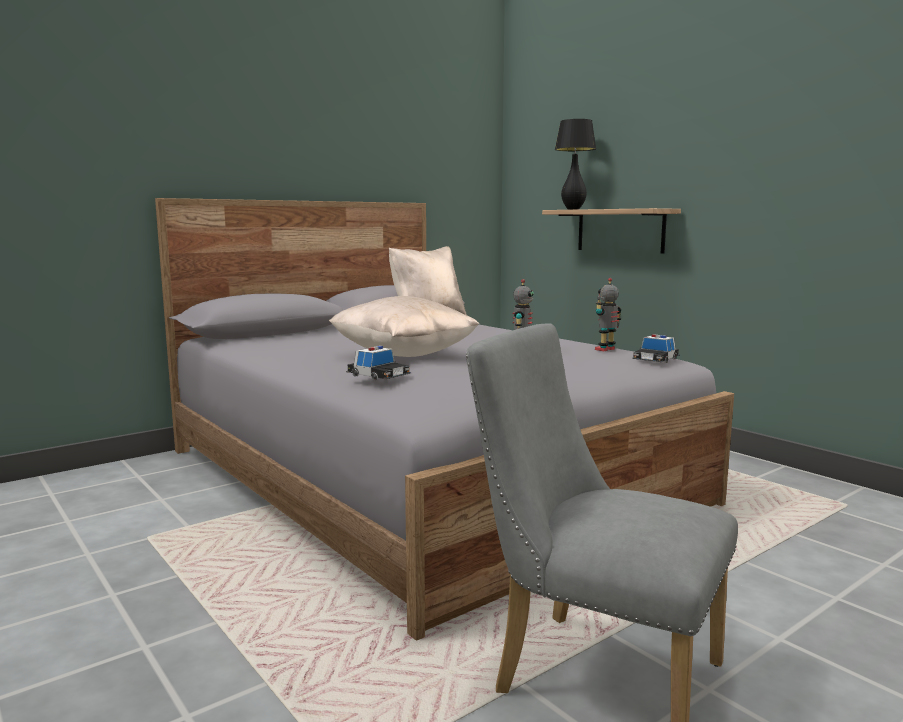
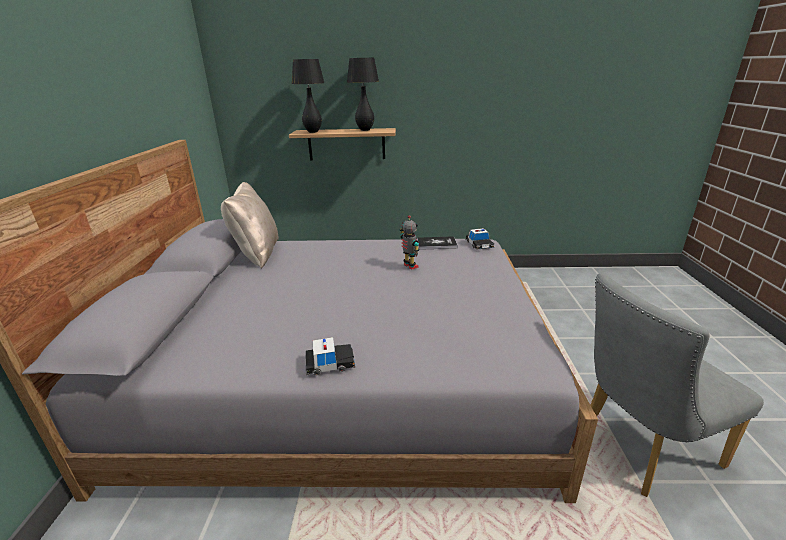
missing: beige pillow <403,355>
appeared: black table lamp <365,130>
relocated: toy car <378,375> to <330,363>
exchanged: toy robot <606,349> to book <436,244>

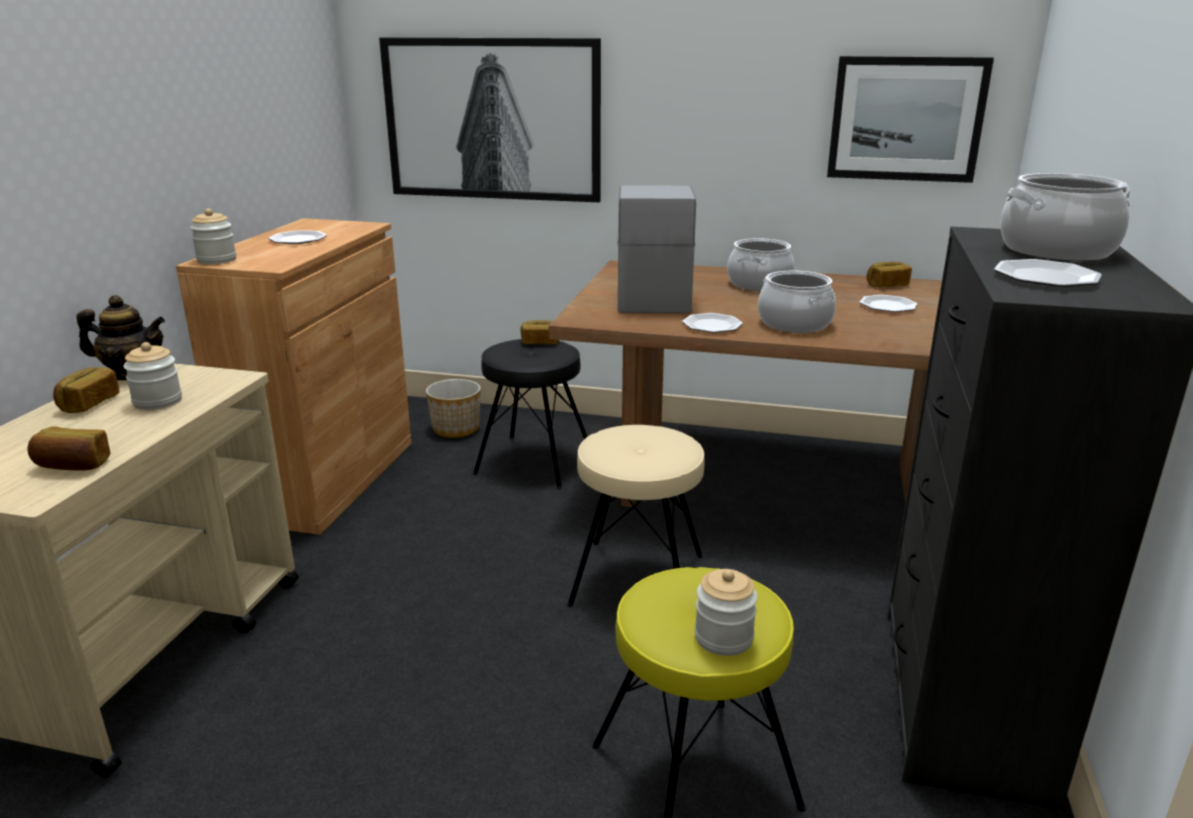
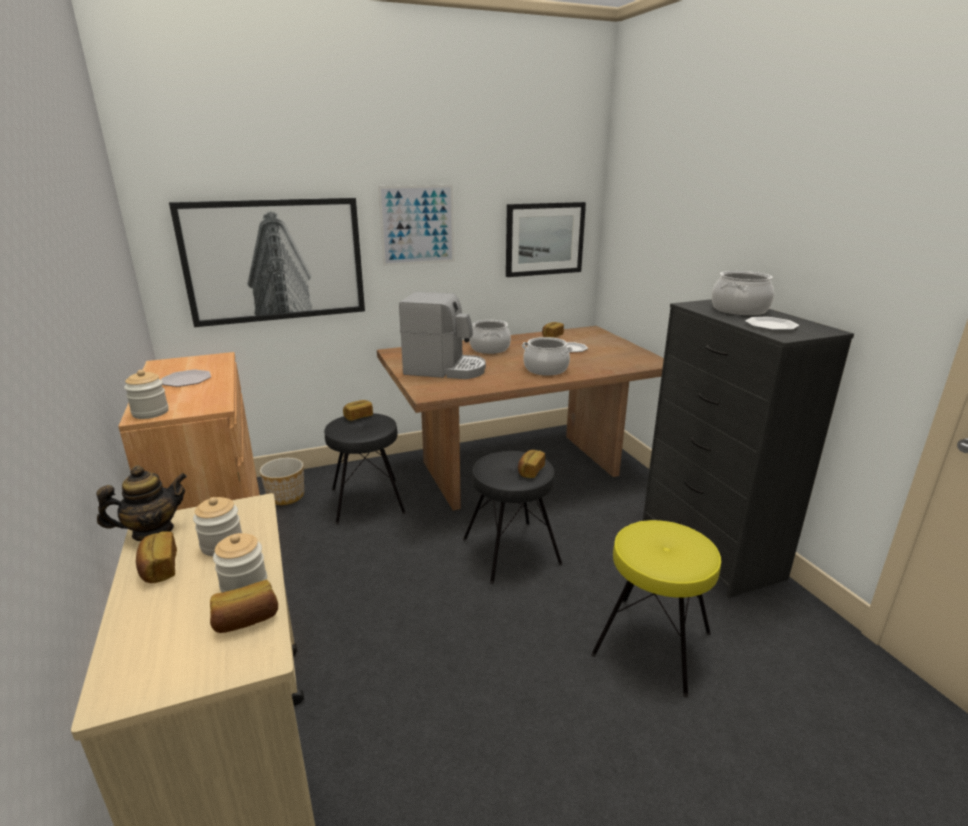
missing: plate <711,325>
appeared: picture <417,225>; bread <530,471>
relocated: jar <723,638> to <244,585>
colour: beige stool <636,580> to black stool <511,552>
spun: coffee machine <652,296> = <445,369> 135 degrees clockwise

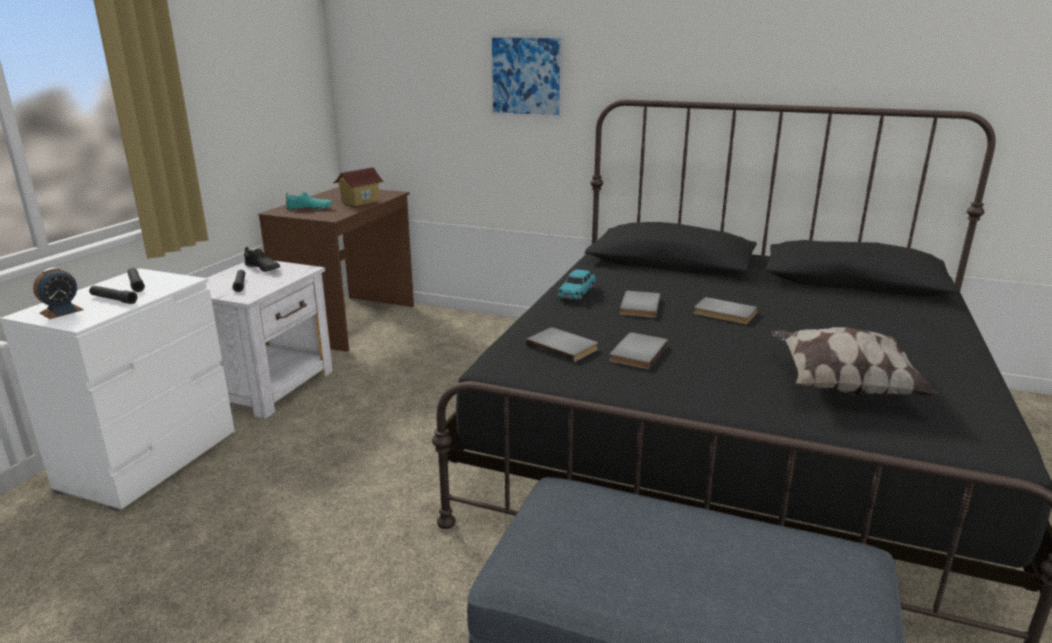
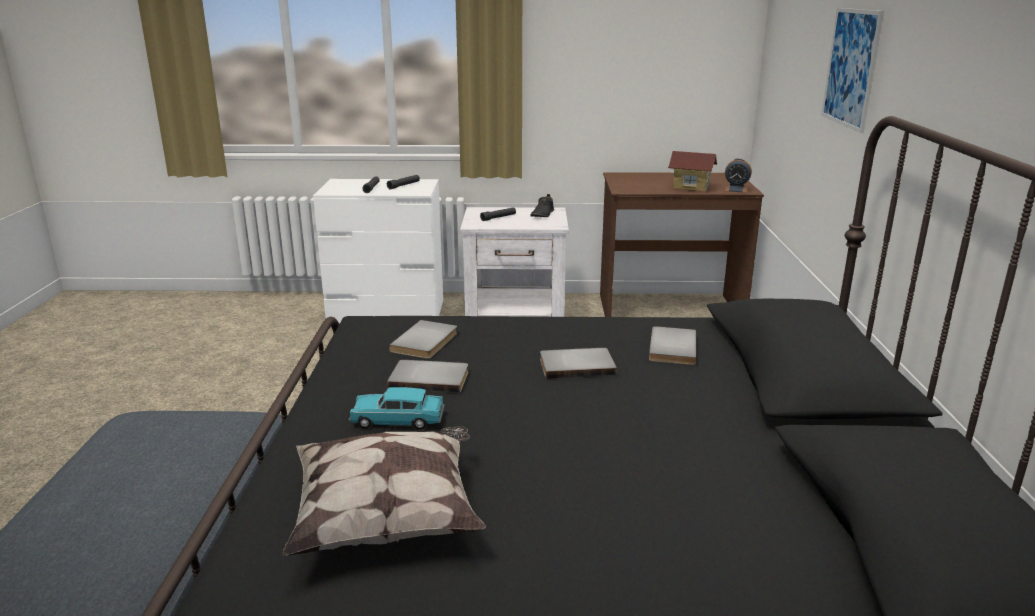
missing: turquoise shoe <310,208>
relocated: turquoise toy car <577,293> to <397,421>; grey book <724,314> to <670,348>; alarm clock <61,311> to <736,189>

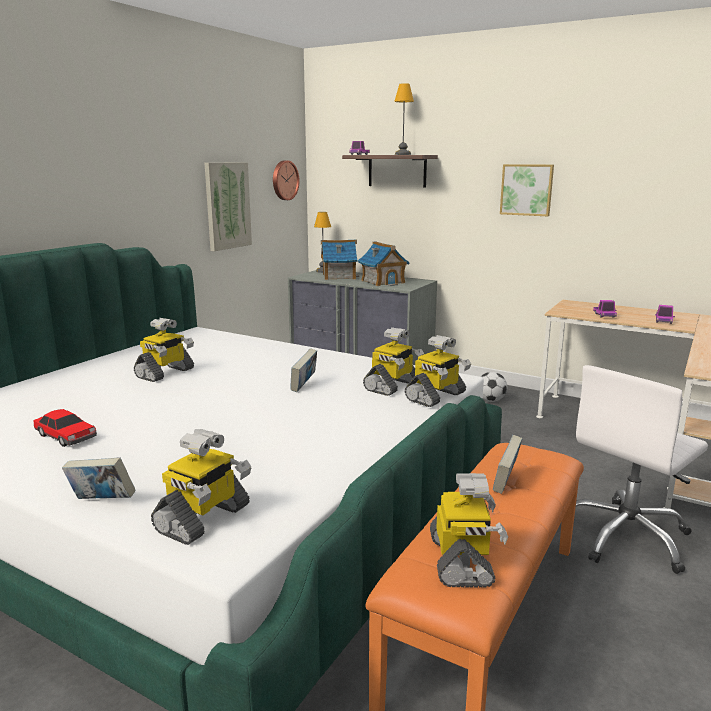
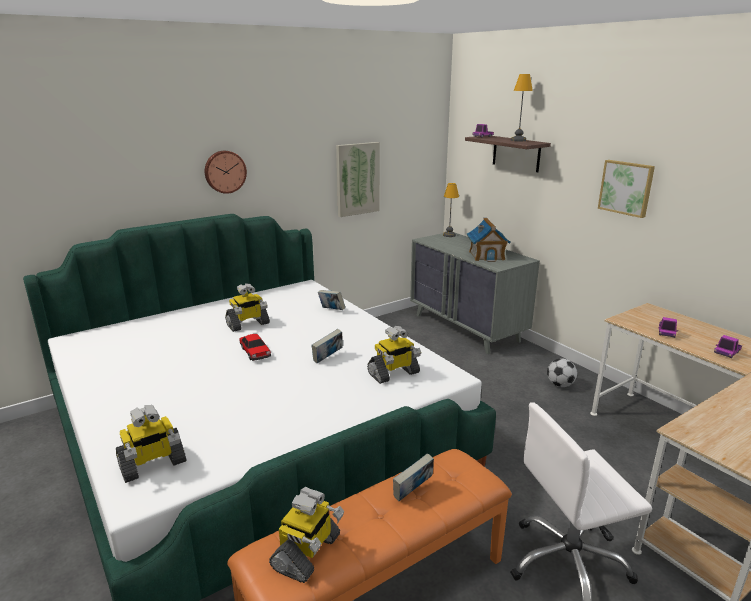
missing: toy house <338,276>; toy robot <436,397>
relocated: wall clock <284,180> to <225,171>; toy car <66,436> to <255,352>; book <102,502> to <331,310>

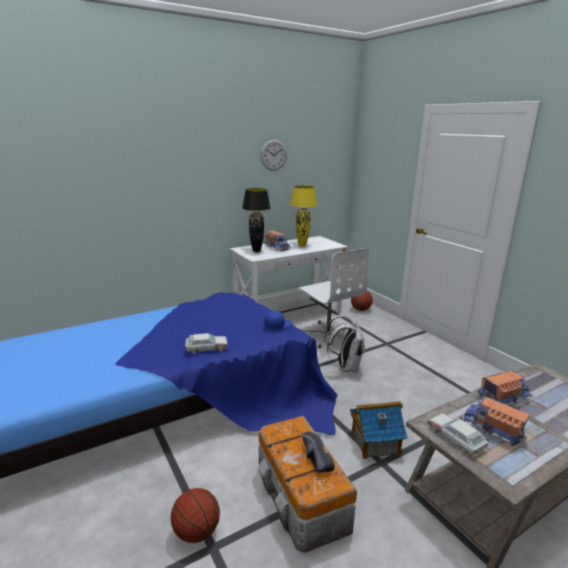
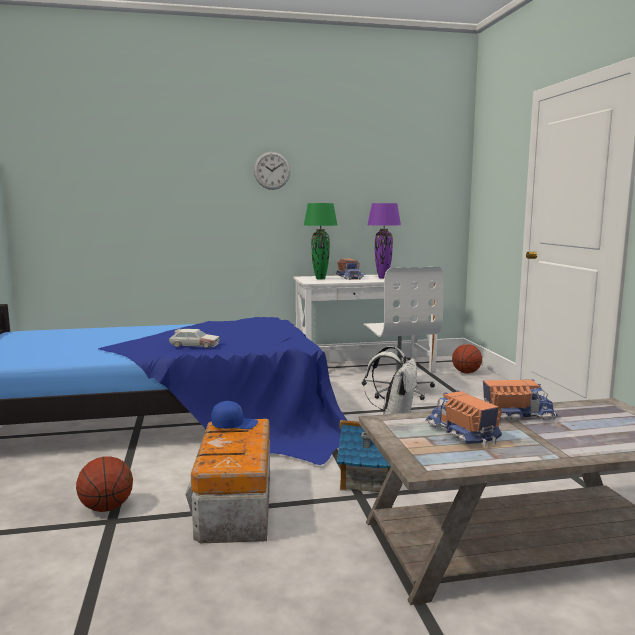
missing: black shoe <313,460>; toy car <456,438>
relocated: blue cap <277,325> to <234,425>; wall clock <273,155> to <272,170>
colour: black table lamp <256,251> to green table lamp <320,279>; yellow table lamp <302,245> to purple table lamp <382,278>

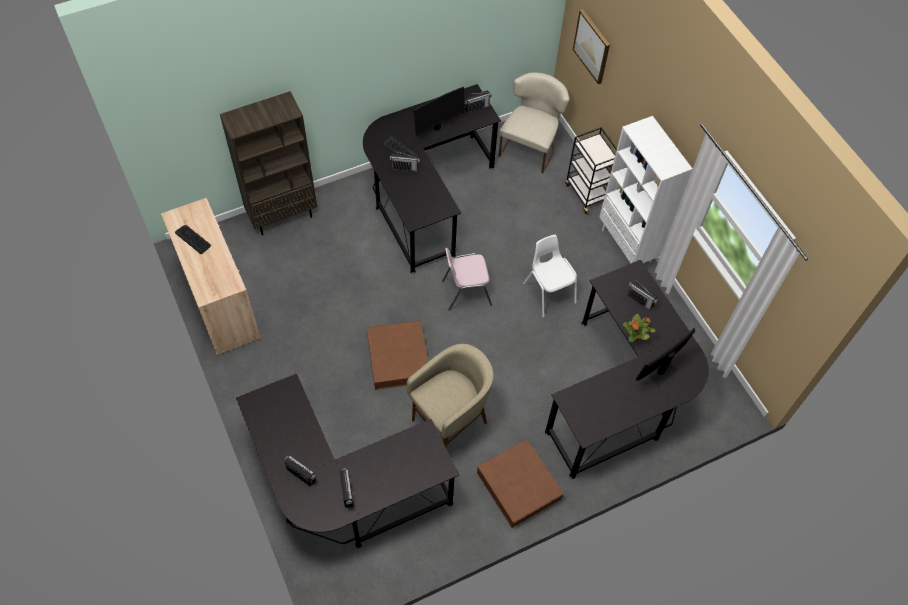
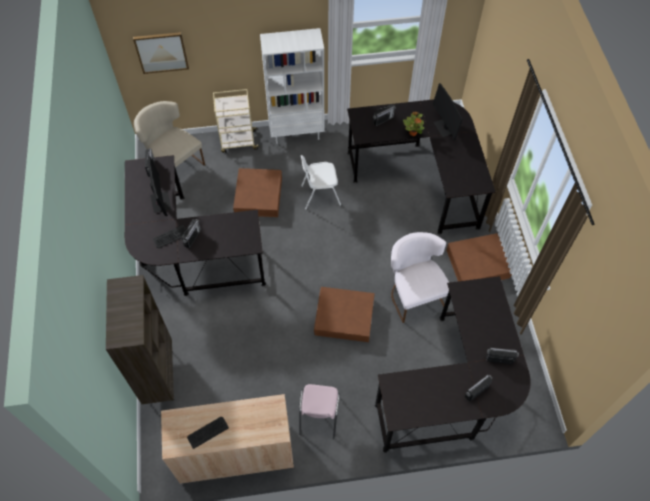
appeared: brown storage box <258,196>
relocated: pink chair <466,292> to <319,416>
exchanged: beige stool <451,423> to white chair <414,294>
colour: black cart <587,193> to beige cart <238,142>

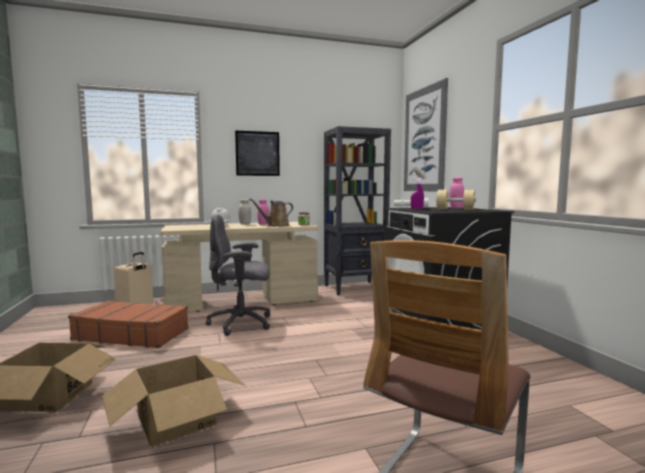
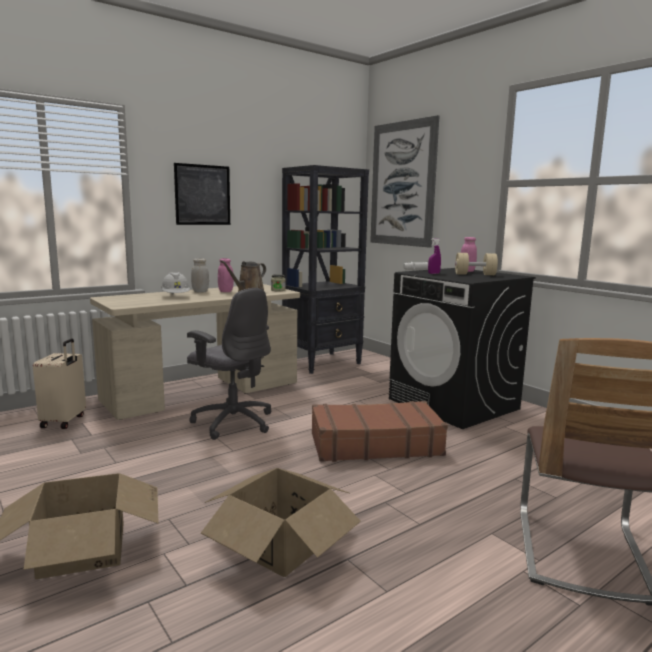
relocated: brown suitcase <132,334> to <375,444>
spun: grey office chair <242,324> = <233,422> 120 degrees counterclockwise

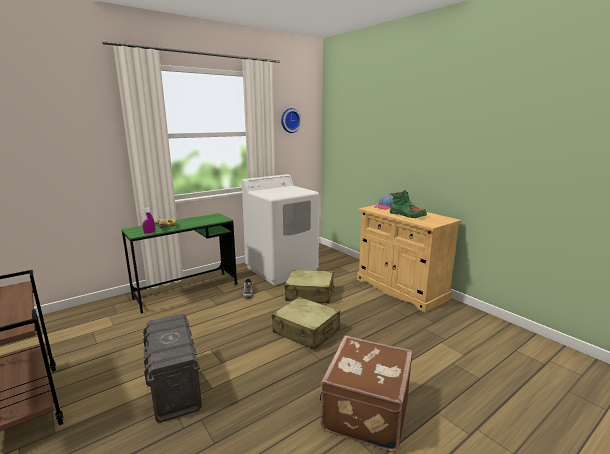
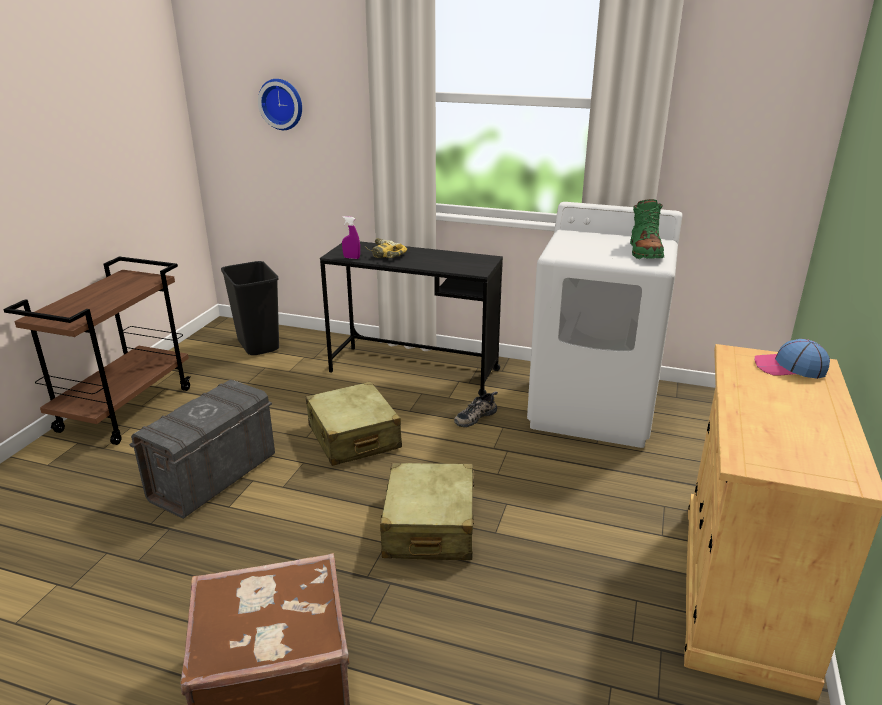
appeared: black trash can <259,345>
relocated: wall clock <290,120> to <282,104>; beige suitcase <310,294> to <353,437>; green boot <407,215> to <644,252>
colour: green desk <186,292> to black desk <414,371>

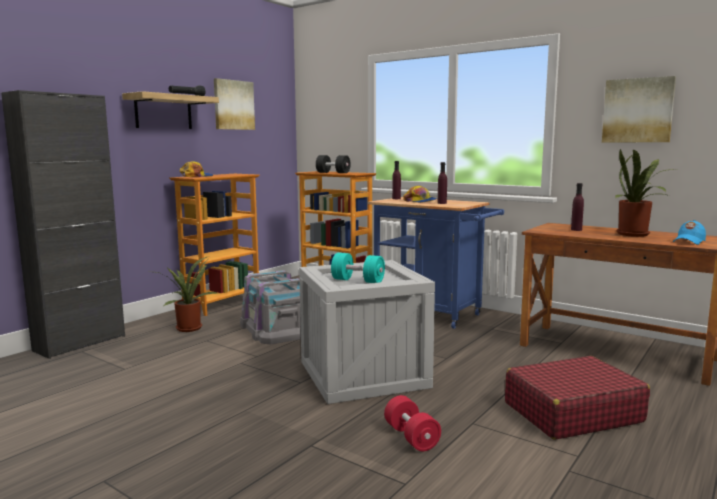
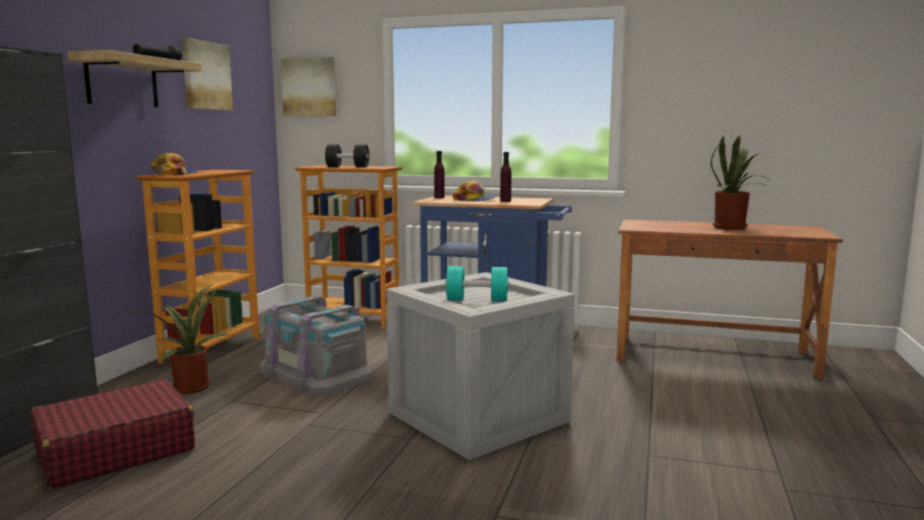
missing: red dumbbell <411,437>; purple bottle <576,230>; blue cap <689,242>
relocated: red suitcase <572,412> to <115,451>; picture <638,110> to <309,87>

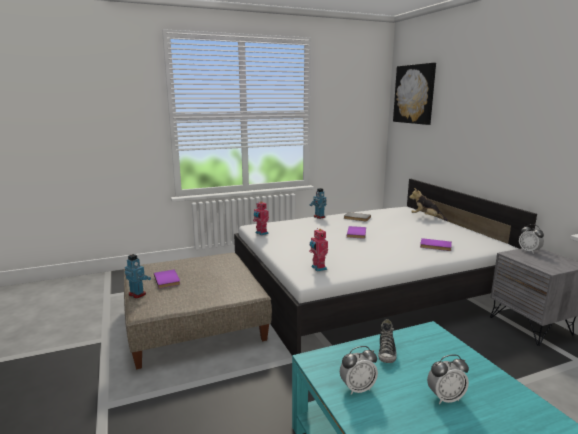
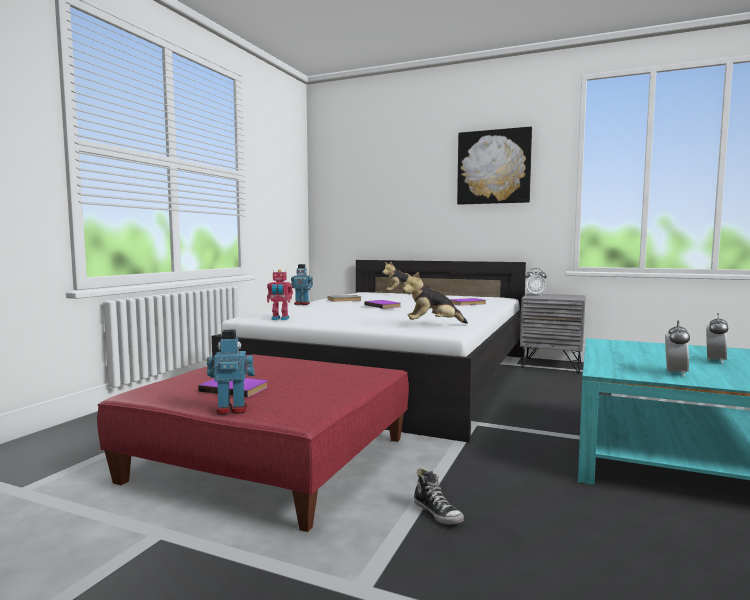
relocated: shoe <386,352> to <438,513>; picture <414,94> to <494,167>
exchanged: toy robot <318,268> to plush toy <432,325>
colour: beige ottoman <194,322> to red ottoman <271,459>

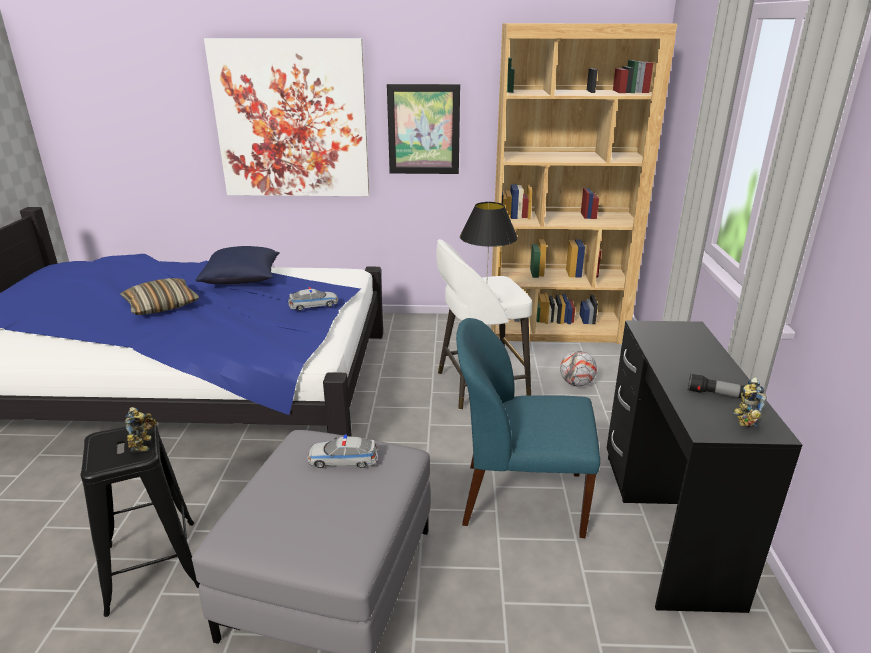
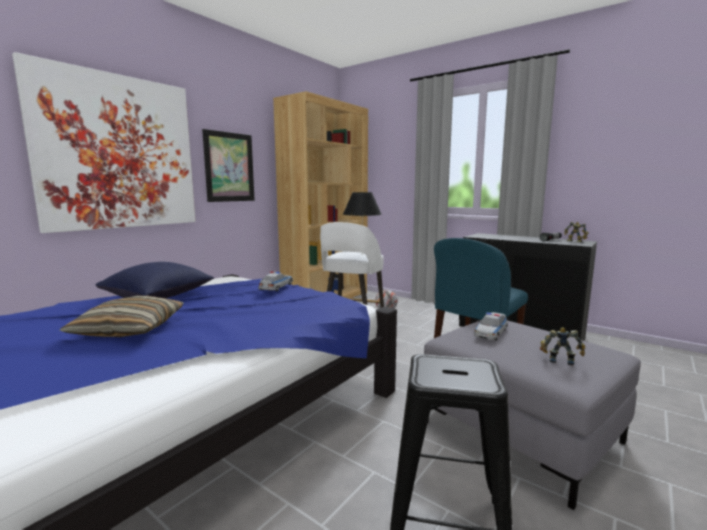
relocated: toy robot <144,444> to <560,360>

